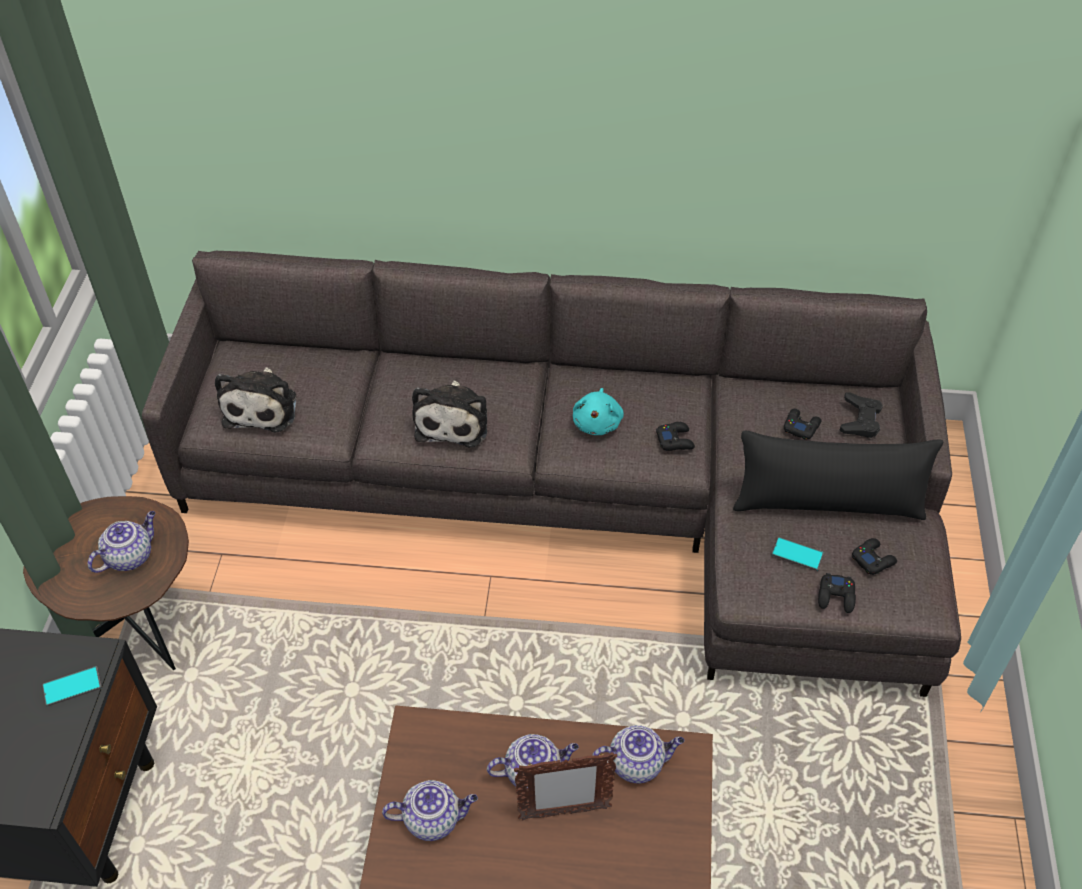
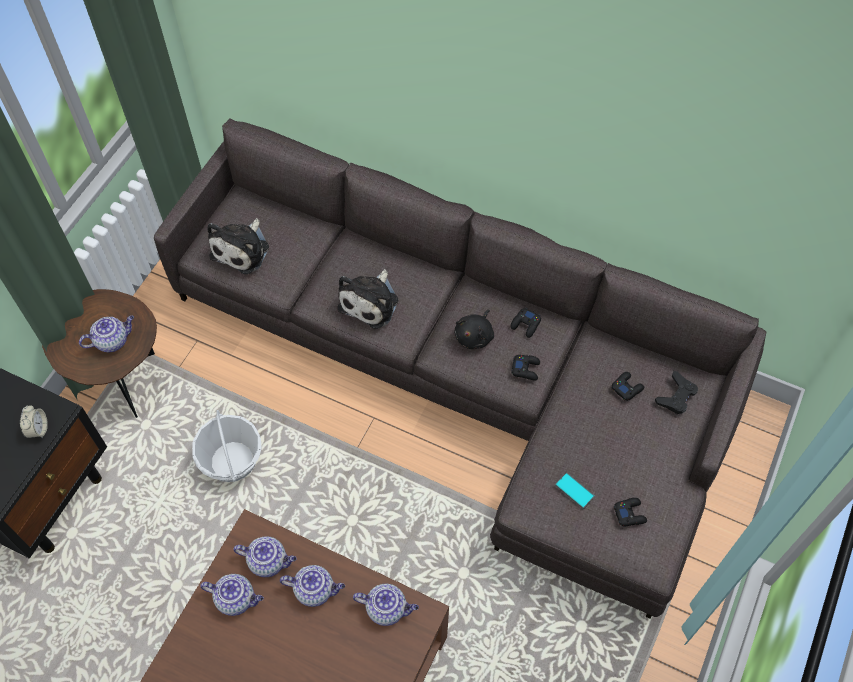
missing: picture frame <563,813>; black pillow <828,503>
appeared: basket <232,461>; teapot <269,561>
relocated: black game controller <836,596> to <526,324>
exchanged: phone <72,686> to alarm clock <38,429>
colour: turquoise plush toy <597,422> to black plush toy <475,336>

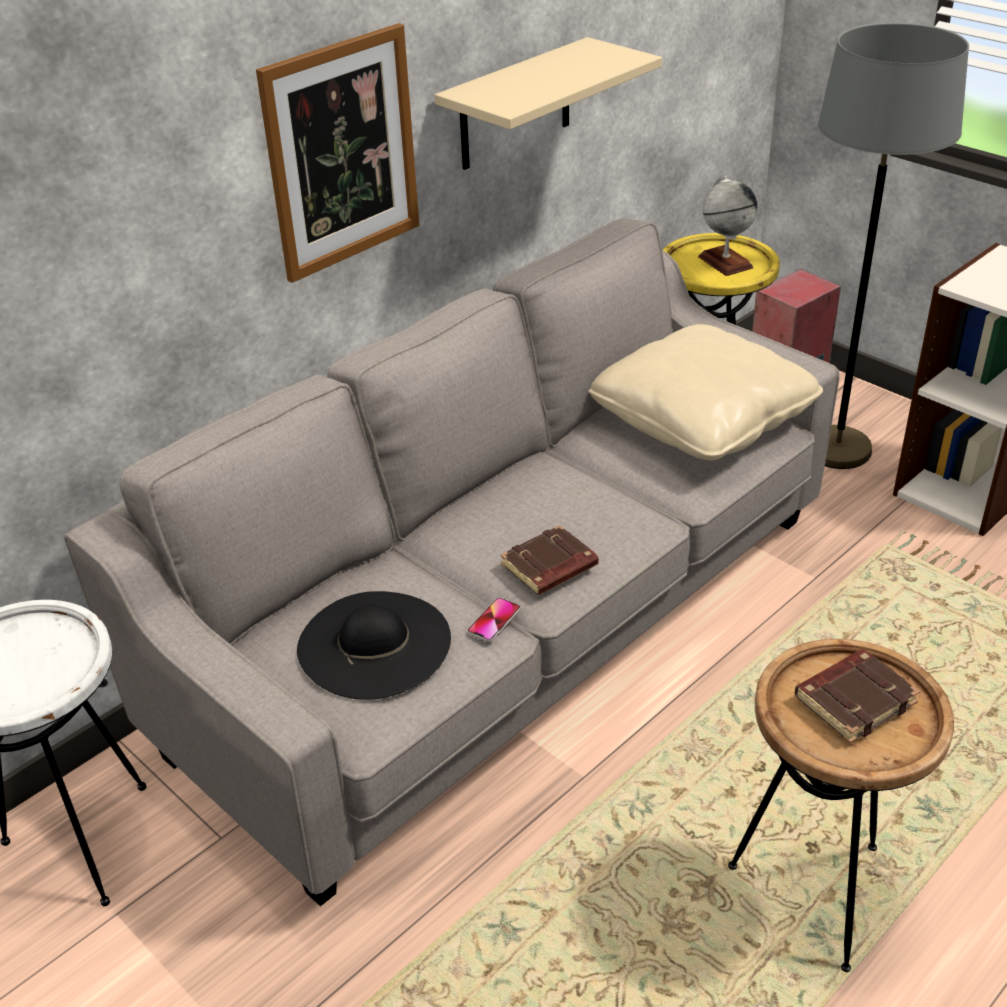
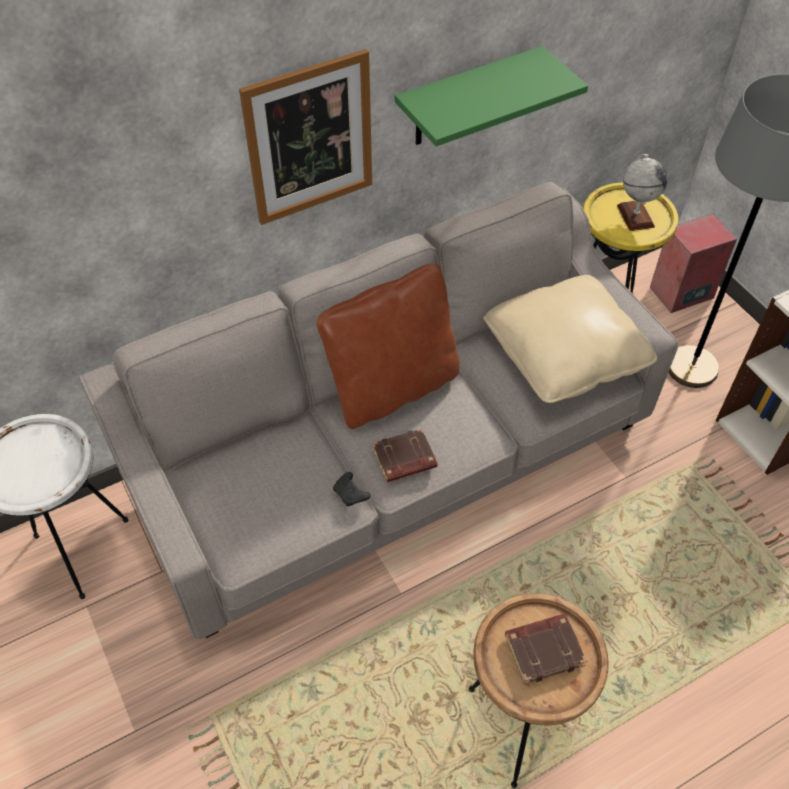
missing: black hat <374,644>
appeared: brown pillow <392,387>
exchanged: phone <494,621> to black game controller <351,494>
colour: beige shelf <515,105> to green shelf <468,98>

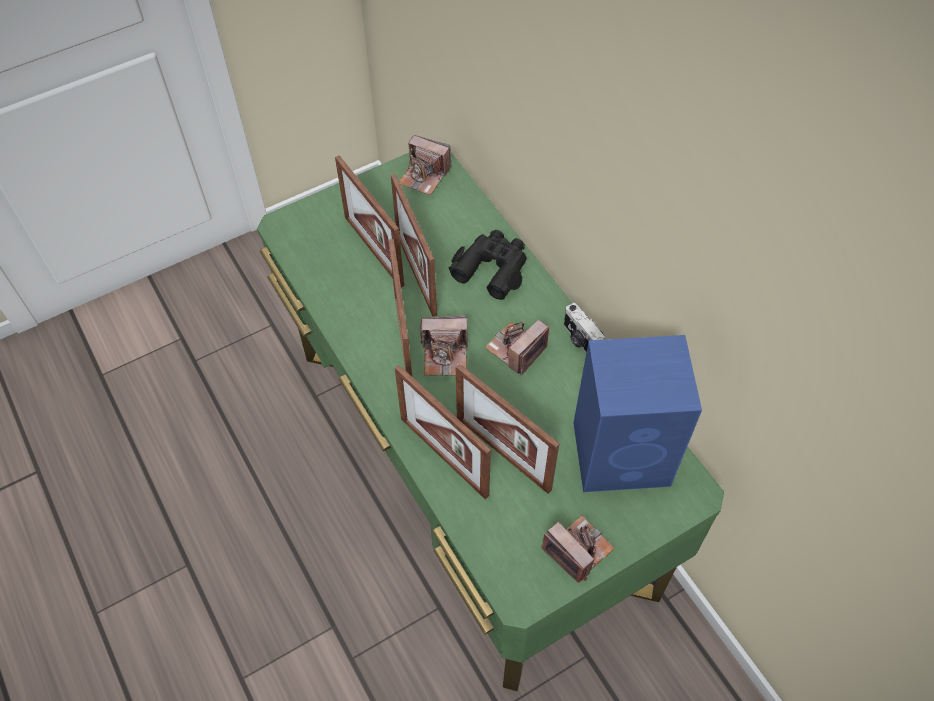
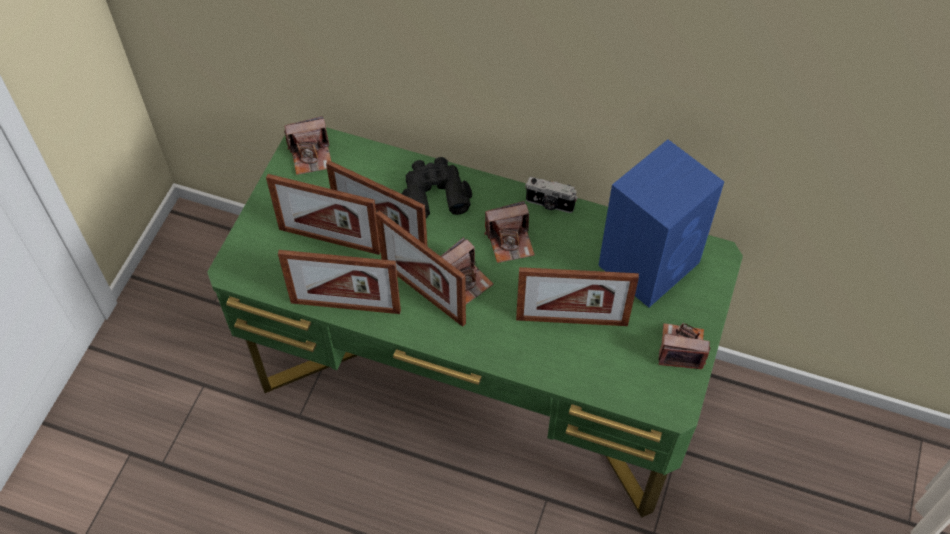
relocated: picture frame <444,456> to <345,306>
spun: photo camera <516,349> = <510,241> 105 degrees counterclockwise

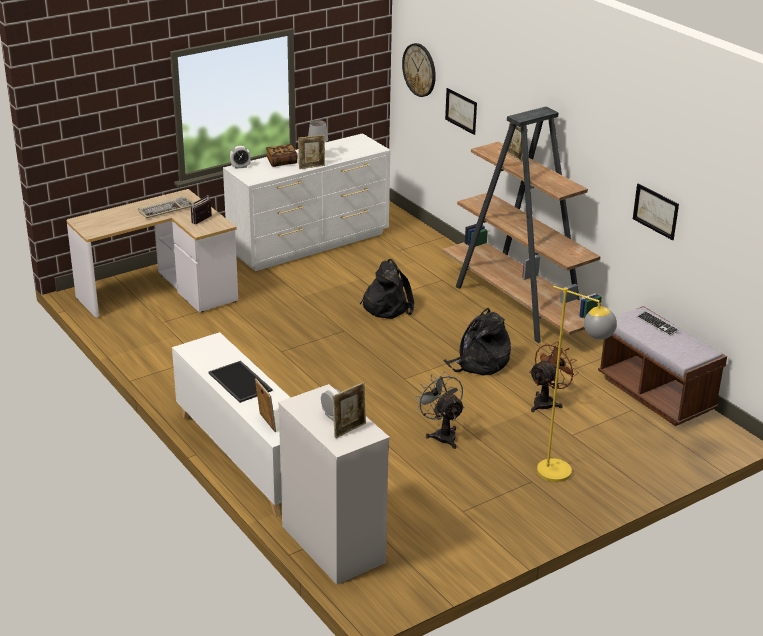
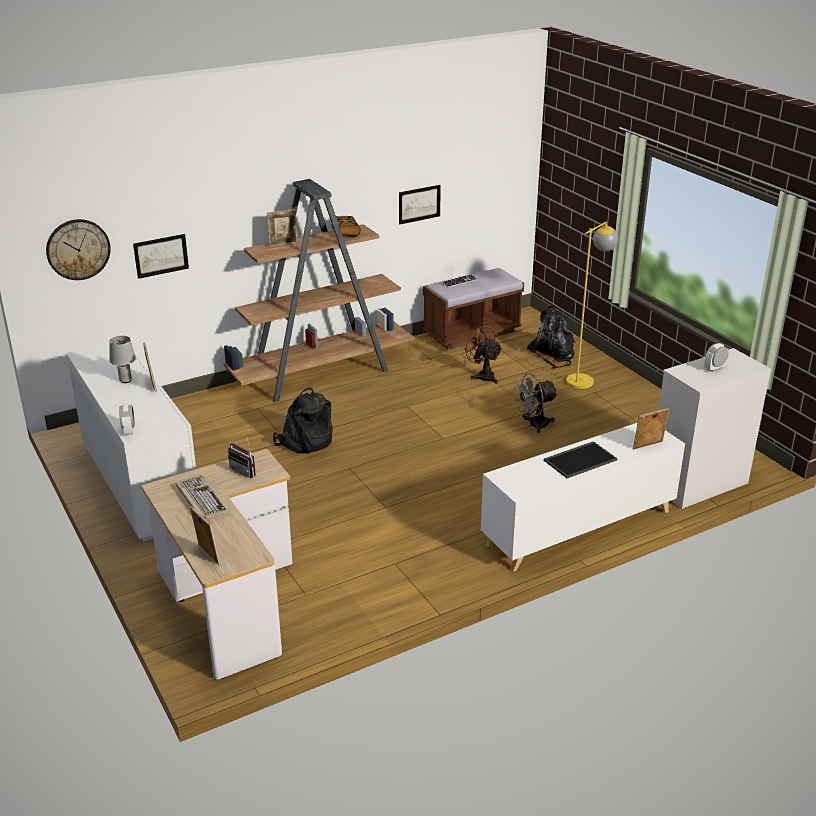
relocated: picture frame <349,429> to <207,555>; book <281,162> to <345,233>; black backpack <479,363> to <553,355>

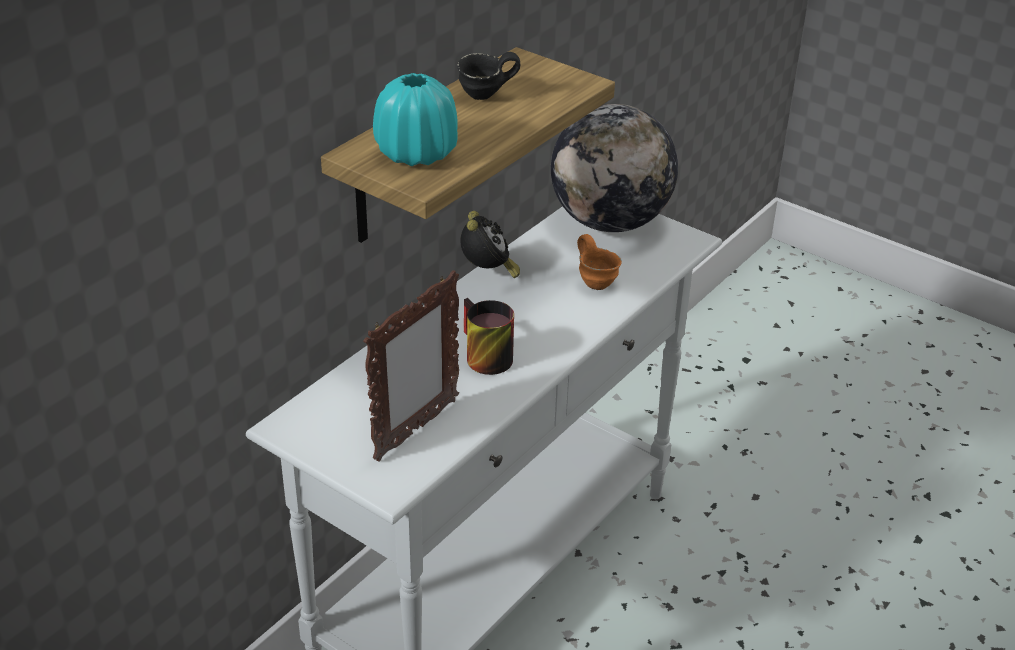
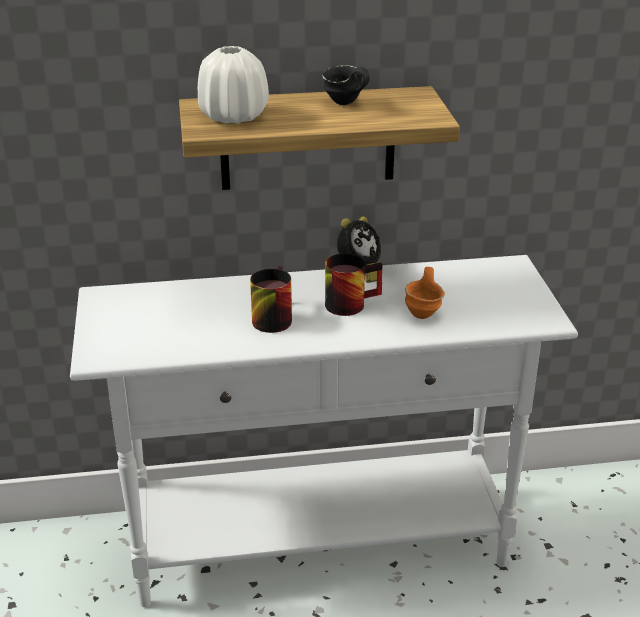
missing: picture frame <415,430>; globe <610,222>
appeared: mug <350,302>
colour: turquoise vase <416,153> to white vase <233,116>

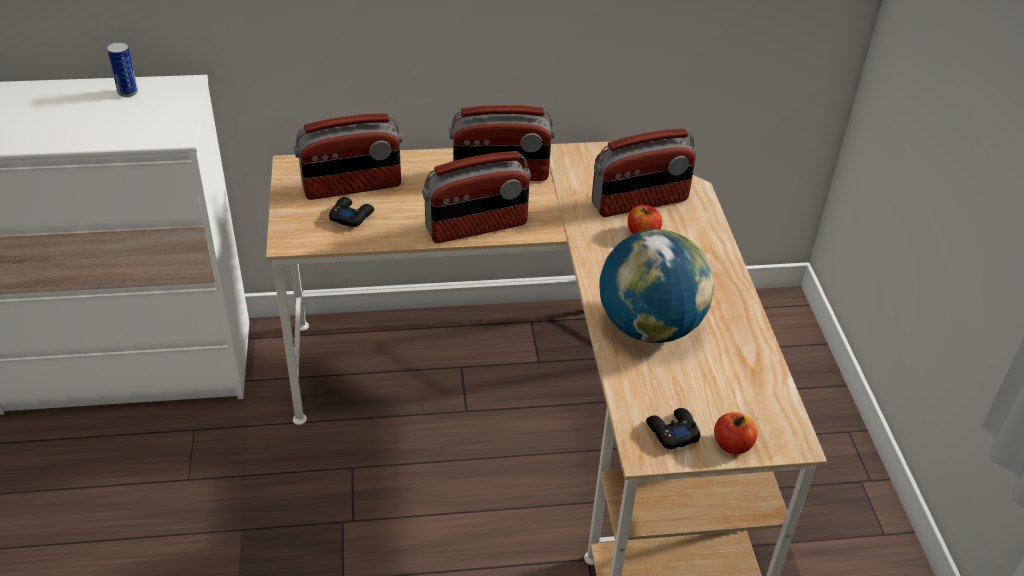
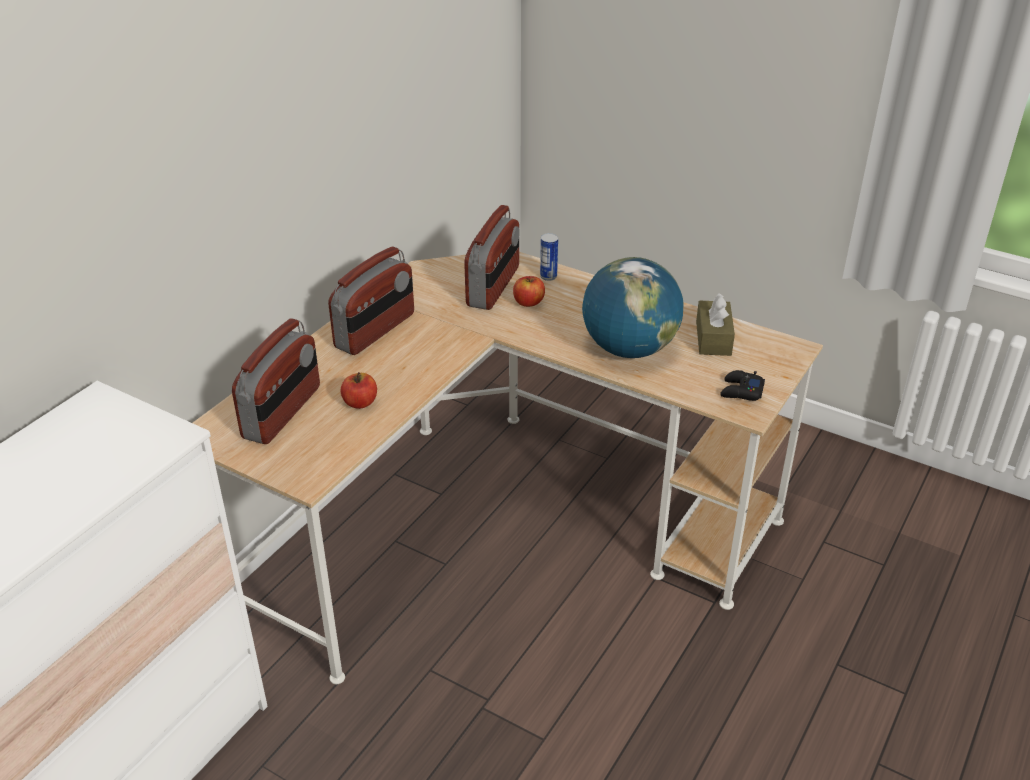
missing: black game controller <351,216>; radio <476,227>
appeared: brown tissue box <713,338>
relocated: apple <732,445> to <360,403>; can <128,92> to <548,276>

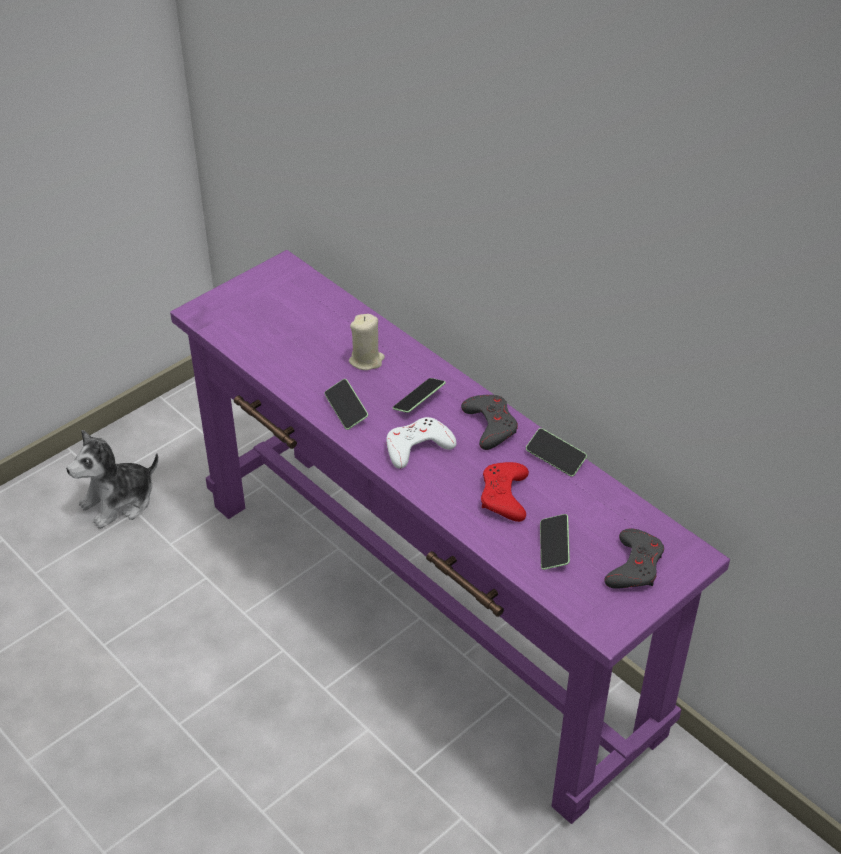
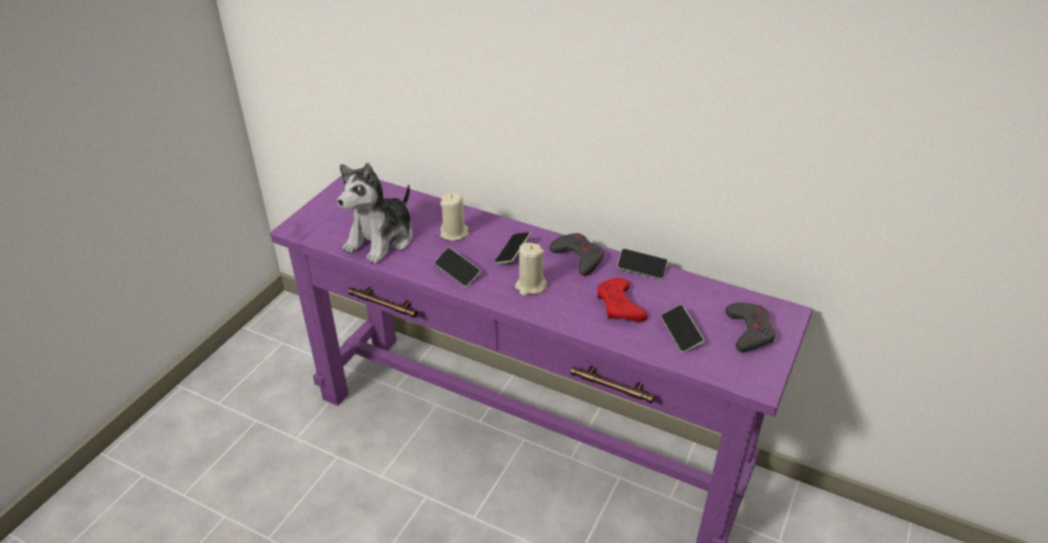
relocated: plush toy <119,502> to <381,240>
exchanged: white game controller <417,447> to beige candle <530,286>

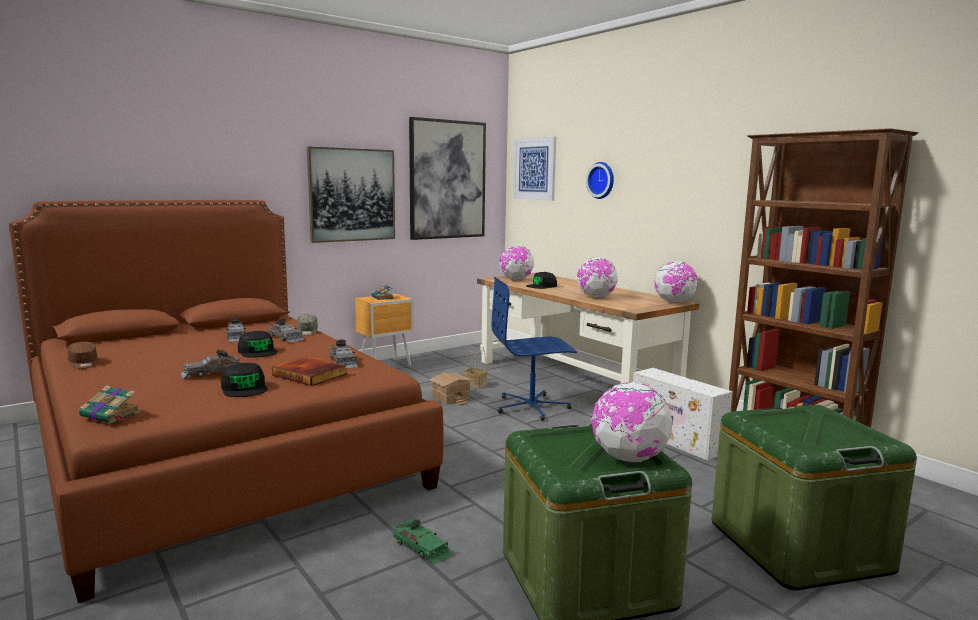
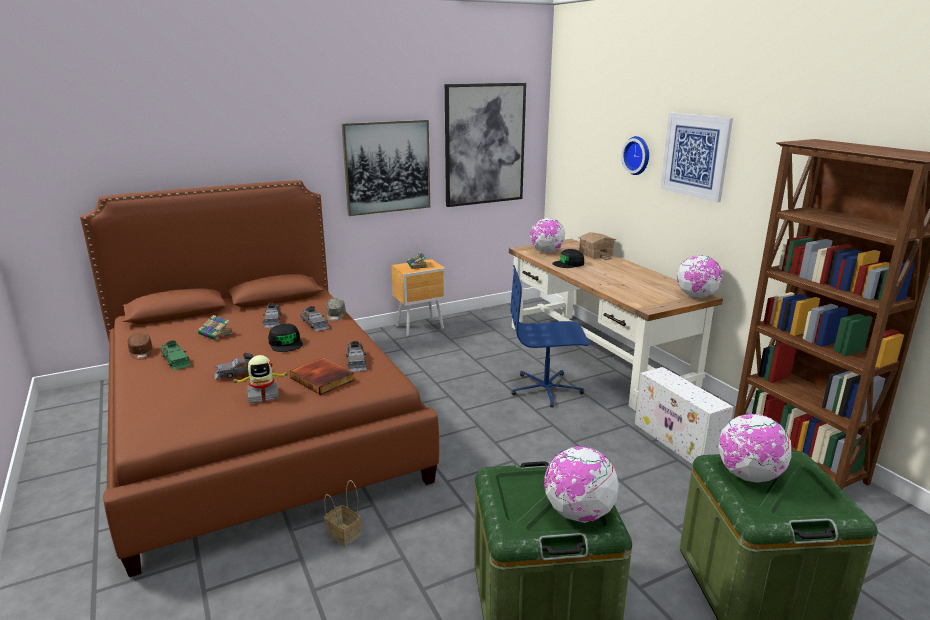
relocated: green toy car <421,547> to <176,360>; book <111,414> to <216,334>; basket <476,385> to <344,534>; toy house <450,398> to <595,254>; picture <534,169> to <695,155>; globe <596,297> to <748,476>
exchanged: black cap <244,388> to toy robot <263,395>

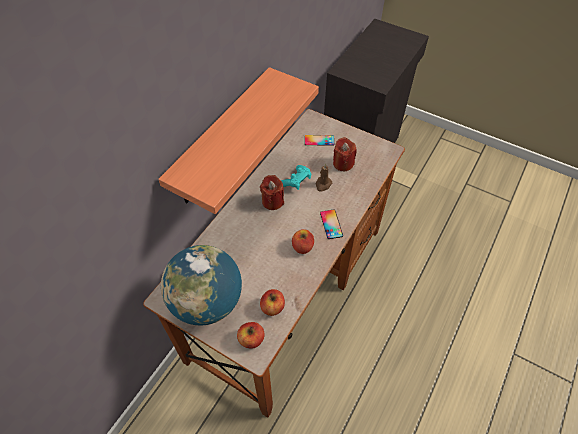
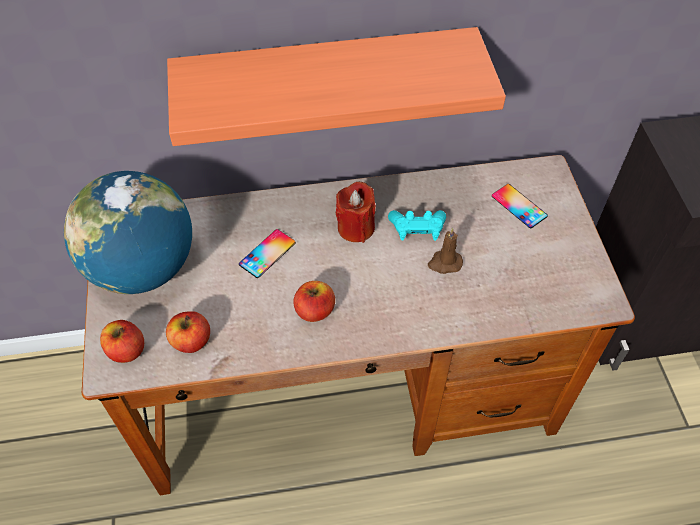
missing: red candle <343,163>
relocated: phone <331,224> to <267,253>

